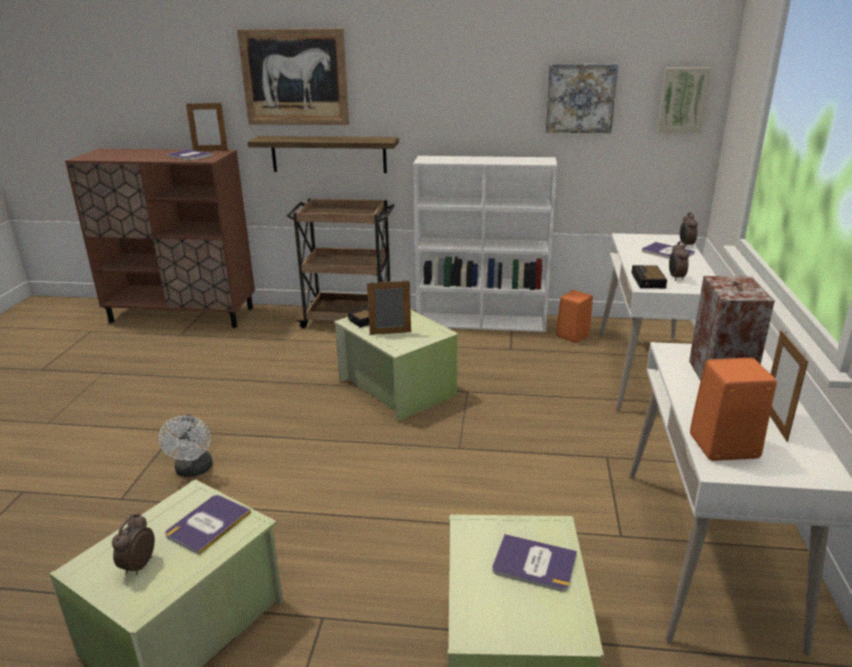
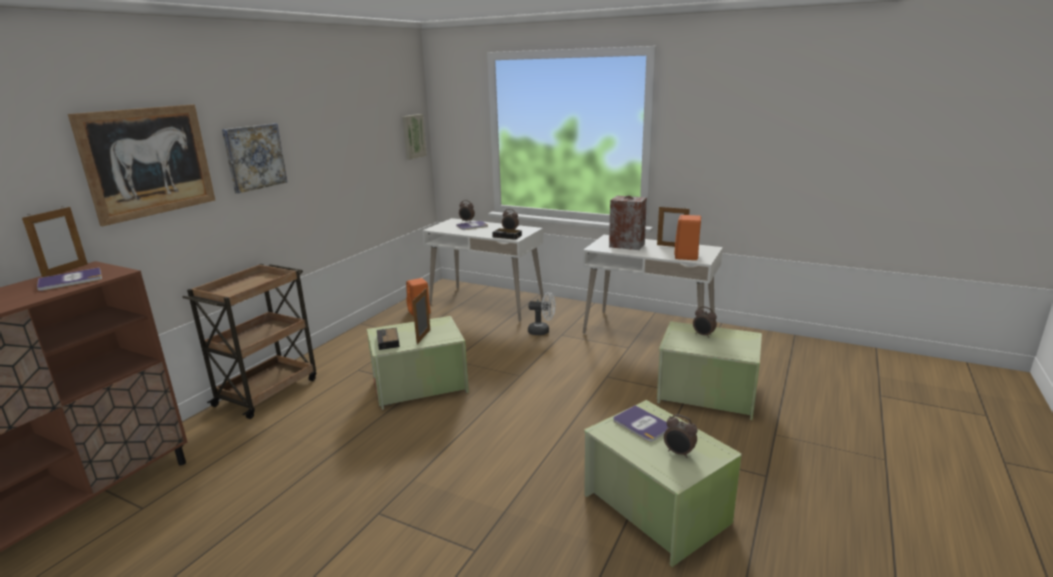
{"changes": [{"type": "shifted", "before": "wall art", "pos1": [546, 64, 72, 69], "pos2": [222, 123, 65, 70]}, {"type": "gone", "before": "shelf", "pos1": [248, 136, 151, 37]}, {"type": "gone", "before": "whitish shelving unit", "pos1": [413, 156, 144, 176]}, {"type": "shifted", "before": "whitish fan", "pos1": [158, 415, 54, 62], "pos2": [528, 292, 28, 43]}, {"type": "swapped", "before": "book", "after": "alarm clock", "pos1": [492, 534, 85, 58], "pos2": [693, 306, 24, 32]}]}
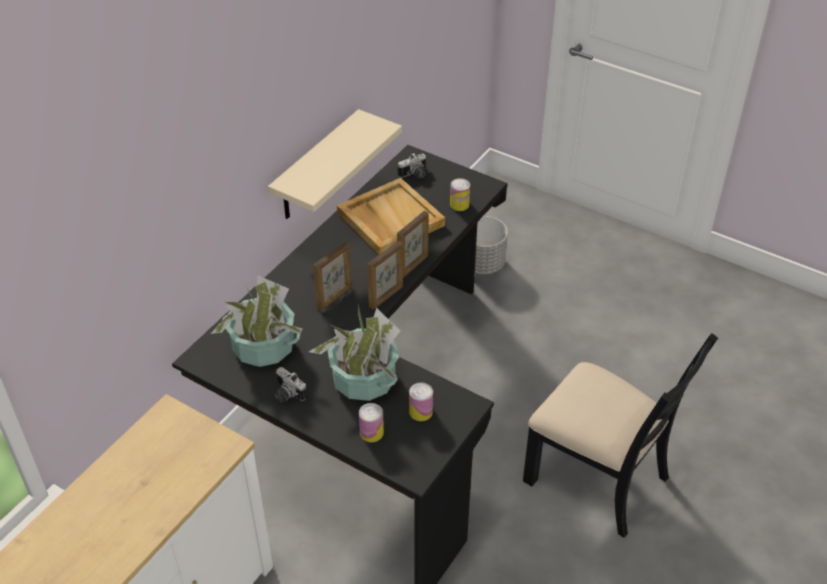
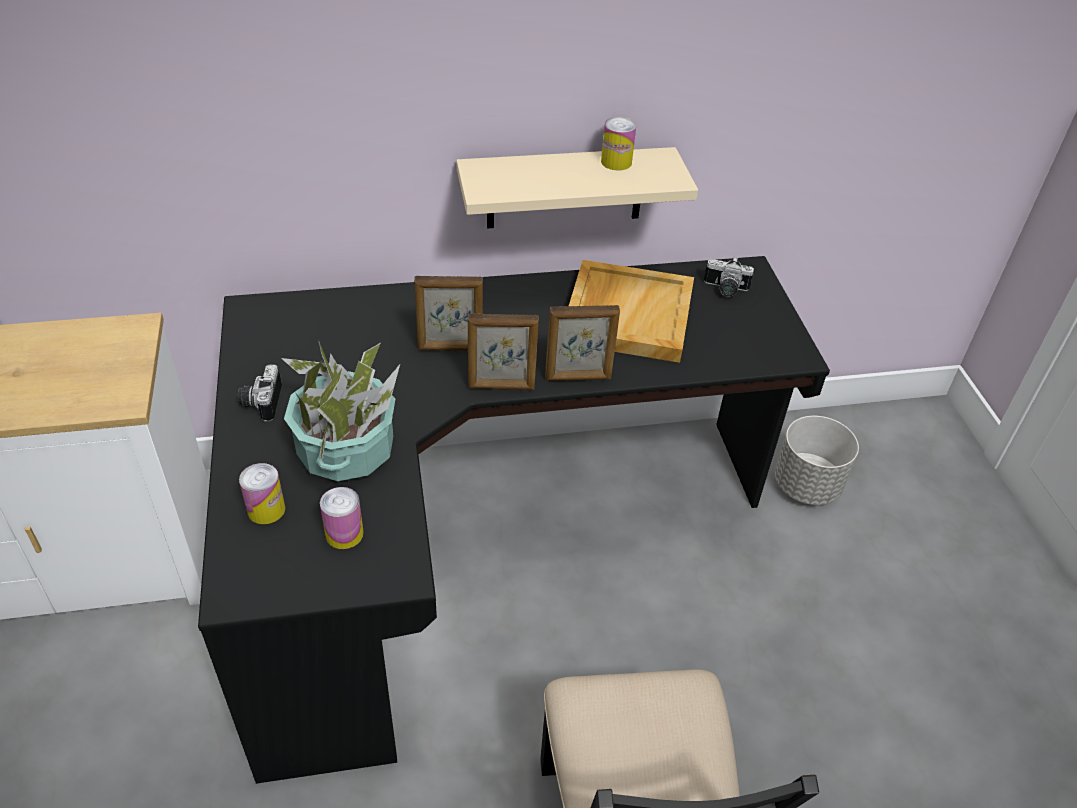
{"changes": [{"type": "shifted", "before": "can", "pos1": [450, 178, 20, 33], "pos2": [601, 117, 35, 54]}, {"type": "gone", "before": "houseplant", "pos1": [211, 275, 92, 92]}]}
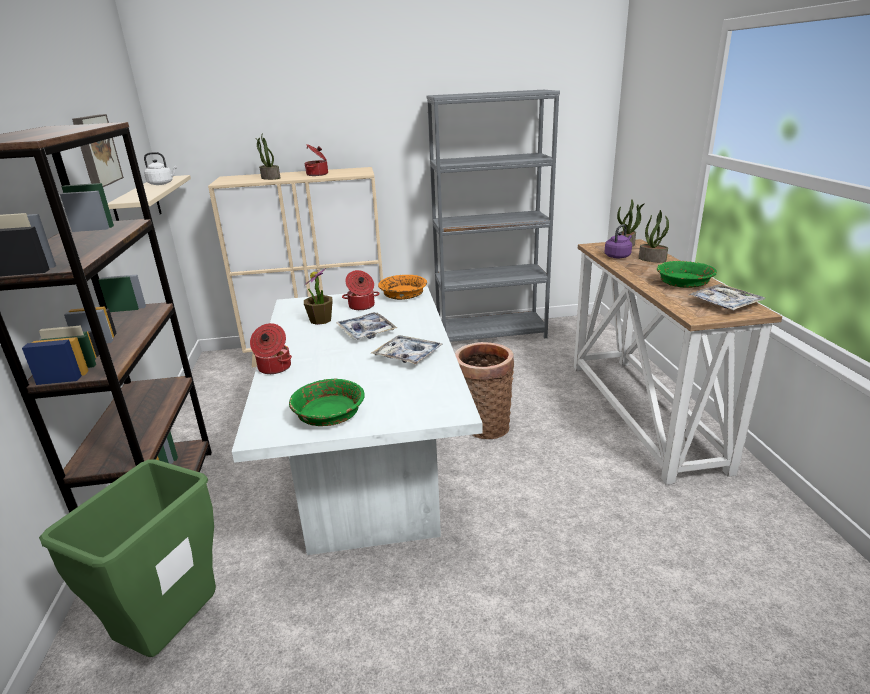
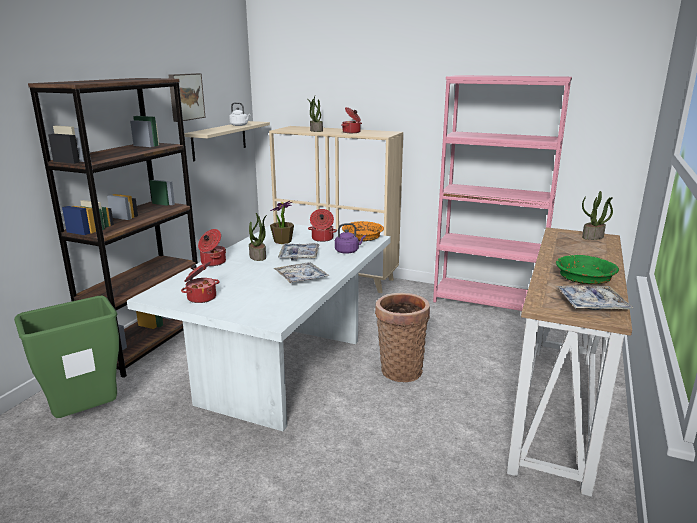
{"changes": [{"type": "repainted", "before": "grey shelving unit", "after": "pink-coloured shelving unit", "pos1": [426, 90, 134, 252], "pos2": [433, 75, 139, 236]}, {"type": "shifted", "before": "houseplant", "pos1": [639, 210, 30, 52], "pos2": [249, 213, 18, 48]}, {"type": "shifted", "before": "purplish kettle", "pos1": [604, 224, 28, 35], "pos2": [335, 223, 31, 31]}, {"type": "swapped", "before": "green-coloured deep dish", "after": "stockpot", "pos1": [289, 379, 76, 47], "pos2": [181, 262, 39, 41]}]}
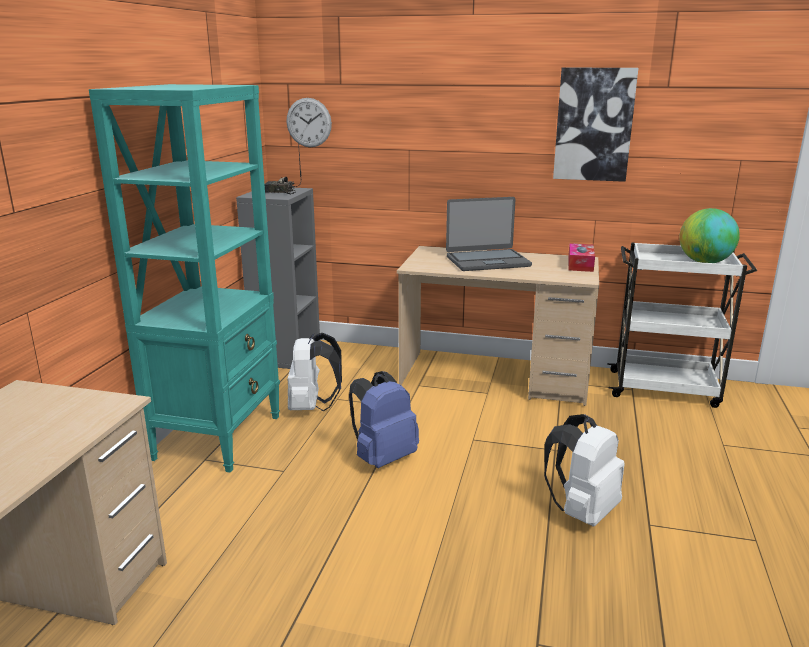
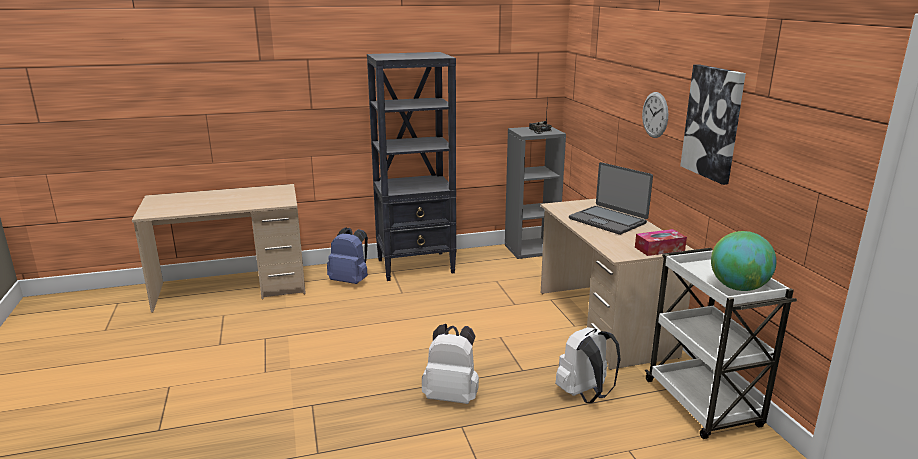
{"changes": [{"type": "repainted", "before": "turquoise shelving unit", "after": "black-coloured shelving unit", "pos1": [89, 84, 191, 389], "pos2": [367, 52, 89, 229]}, {"type": "shifted", "before": "clock on the wall", "pos1": [286, 98, 46, 49], "pos2": [642, 92, 26, 46]}, {"type": "shifted", "before": "whitish knapsack", "pos1": [288, 333, 54, 78], "pos2": [555, 327, 66, 76]}, {"type": "shifted", "before": "blue knapsack", "pos1": [349, 371, 70, 97], "pos2": [327, 227, 41, 57]}]}
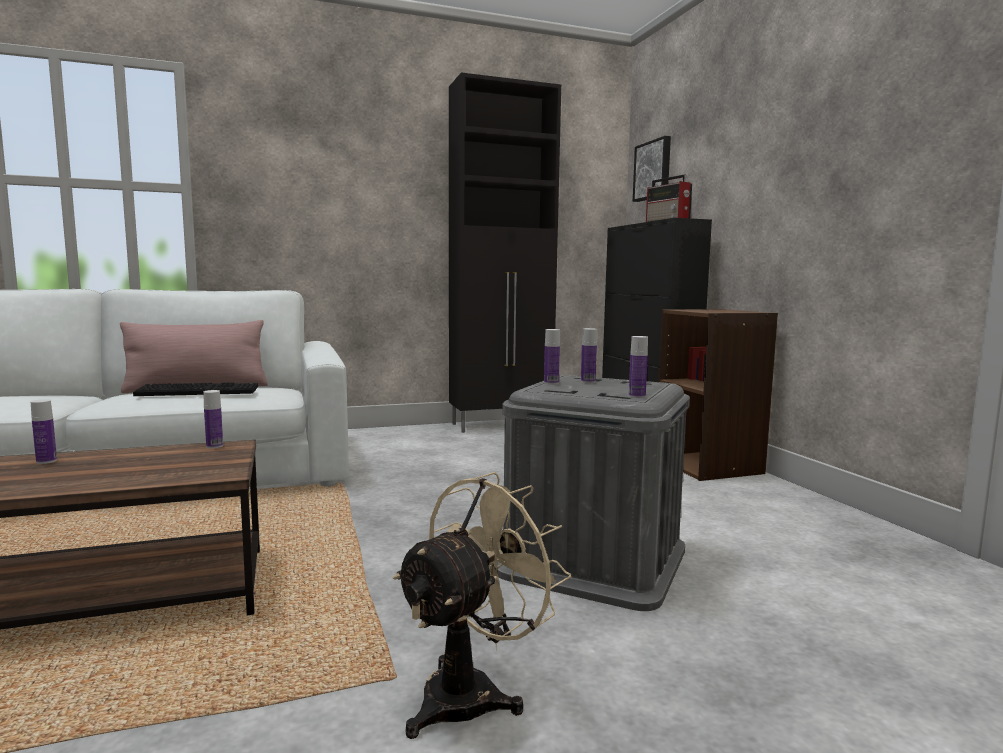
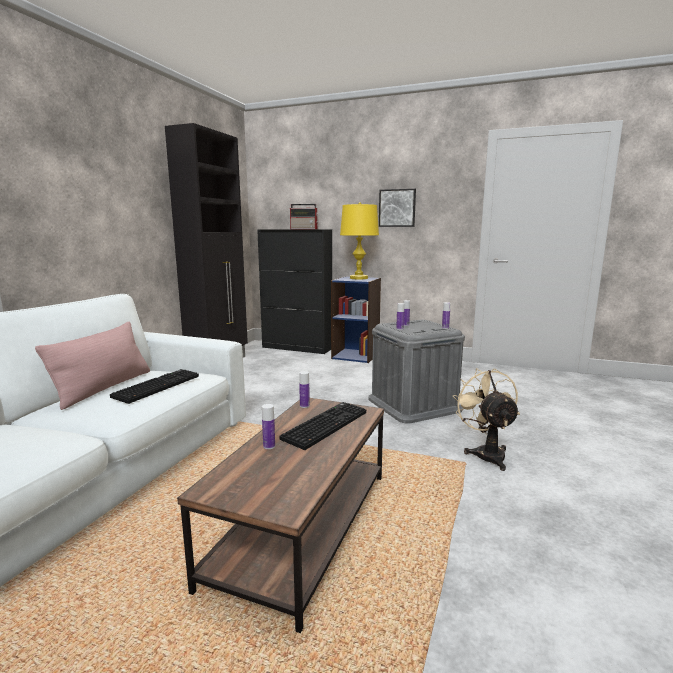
{"changes": [{"type": "shifted", "before": "wall art", "pos1": [633, 136, 38, 66], "pos2": [379, 189, 37, 38]}, {"type": "repainted", "before": "brownish shelving unit", "after": "blue shelving unit", "pos1": [658, 309, 120, 172], "pos2": [331, 276, 50, 87]}, {"type": "new", "after": "yellow-coloured tabletop lamp", "pos2": [340, 202, 39, 77]}, {"type": "new", "after": "computer keyboard", "pos2": [280, 402, 86, 48]}]}
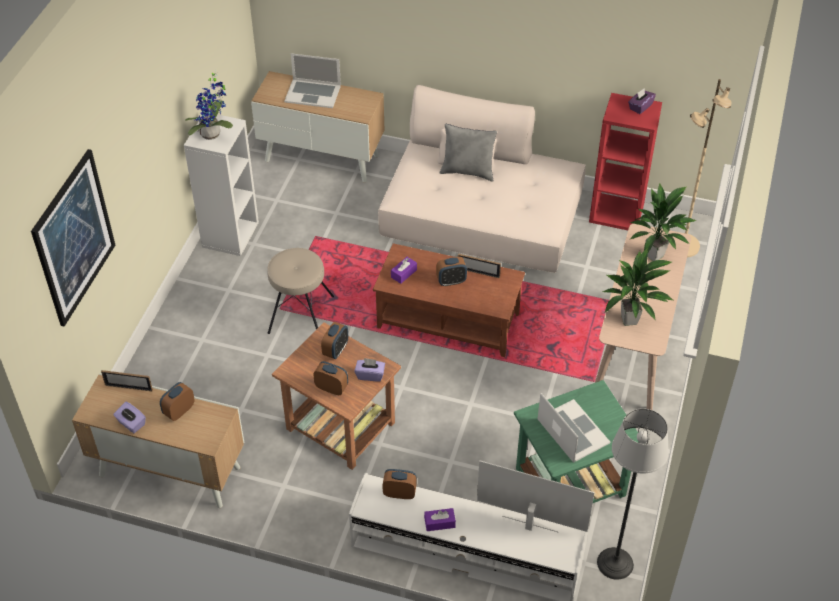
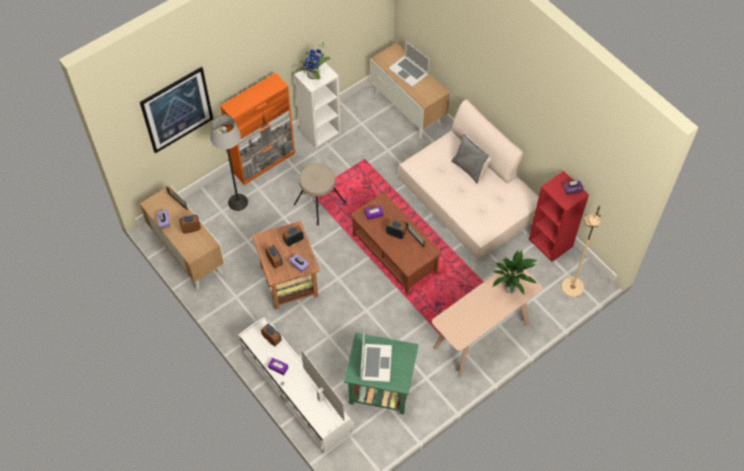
{"changes": [{"type": "gone", "before": "houseplant", "pos1": [603, 247, 70, 79]}, {"type": "shifted", "before": "standard lamp", "pos1": [597, 408, 72, 172], "pos2": [210, 115, 38, 96]}, {"type": "new", "after": "orange storage cabinet", "pos2": [220, 73, 75, 112]}]}
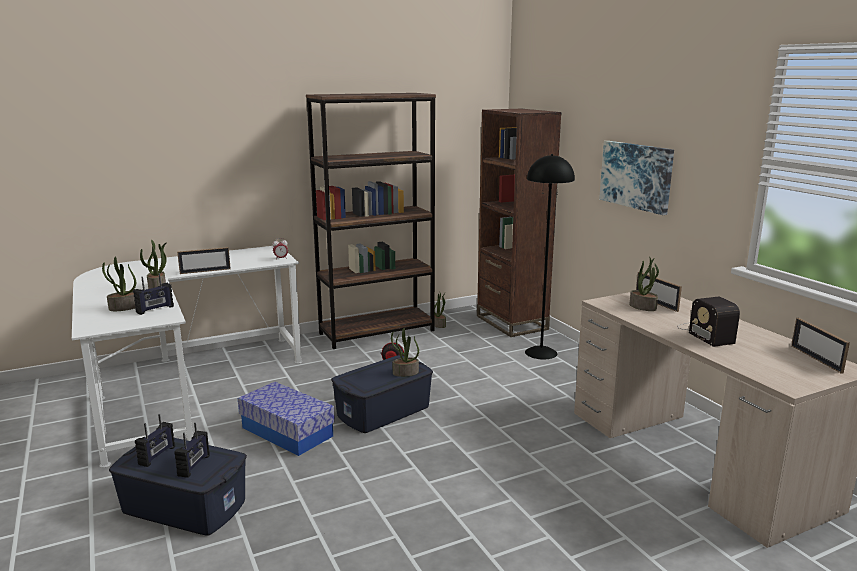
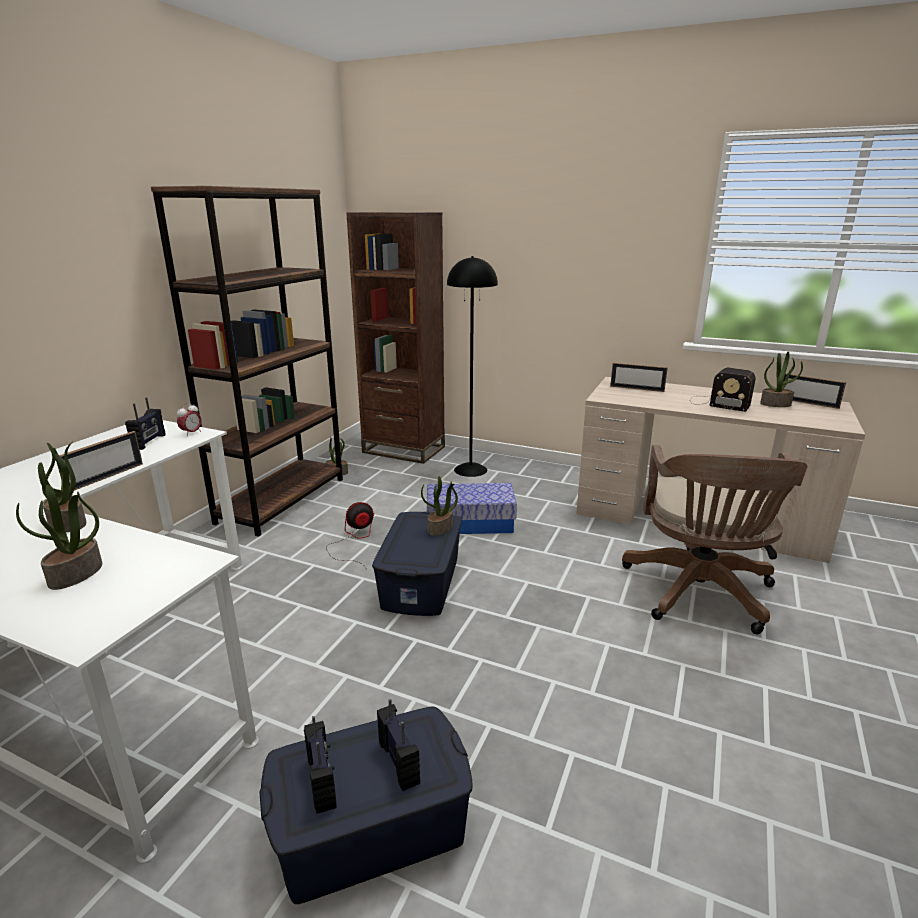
{"changes": [{"type": "gone", "before": "wall art", "pos1": [599, 141, 75, 74]}, {"type": "shifted", "before": "houseplant", "pos1": [630, 258, 29, 53], "pos2": [760, 352, 43, 55]}, {"type": "shifted", "before": "radio receiver", "pos1": [133, 273, 41, 42], "pos2": [125, 397, 41, 53]}, {"type": "shifted", "before": "storage box", "pos1": [238, 382, 97, 74], "pos2": [427, 483, 90, 51]}, {"type": "new", "after": "brownish desk chair", "pos2": [622, 445, 185, 190]}]}
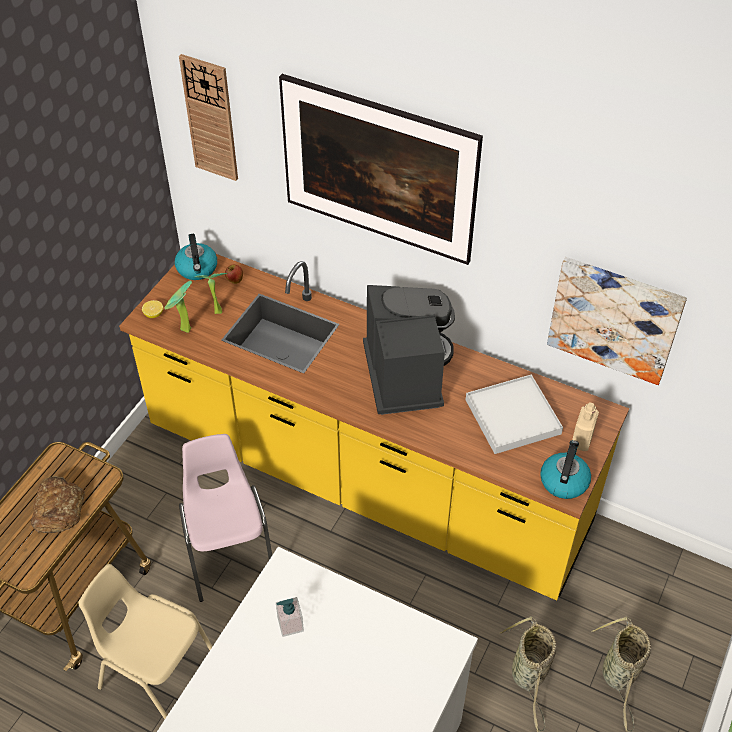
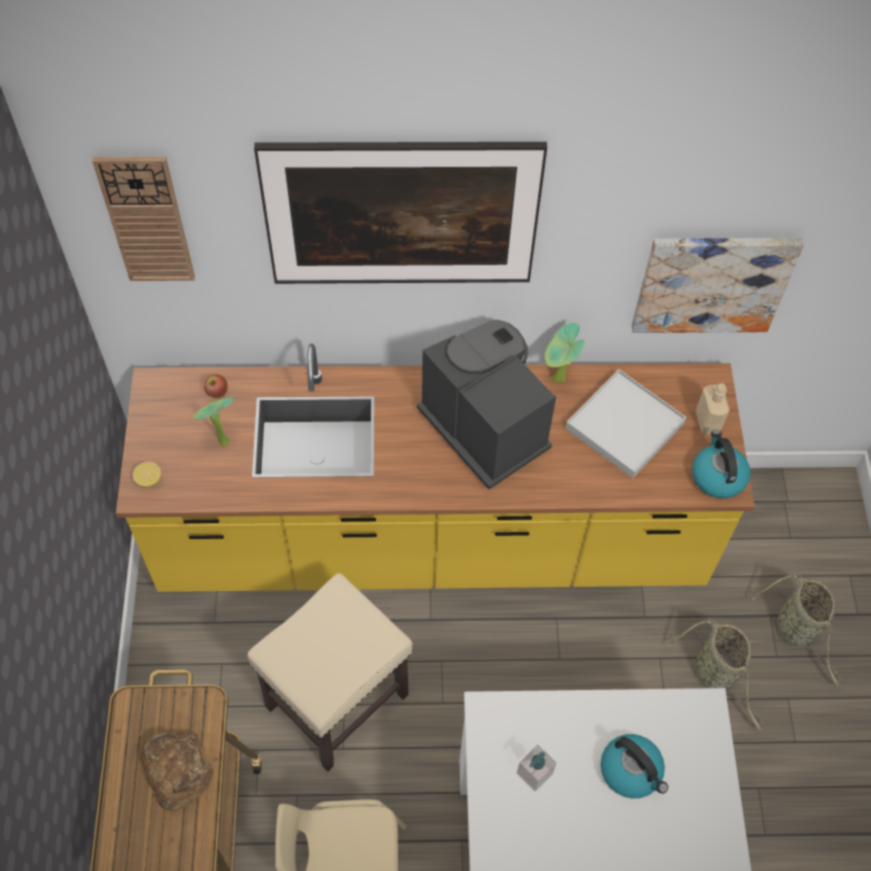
{"changes": [{"type": "shifted", "before": "kettle", "pos1": [175, 234, 42, 46], "pos2": [601, 734, 67, 65]}, {"type": "shifted", "before": "houseplant", "pos1": [164, 281, 28, 52], "pos2": [545, 323, 40, 59]}, {"type": "swapped", "before": "pink-coloured plain chair", "after": "beige stool seat", "pos1": [179, 434, 93, 168], "pos2": [247, 573, 165, 198]}]}
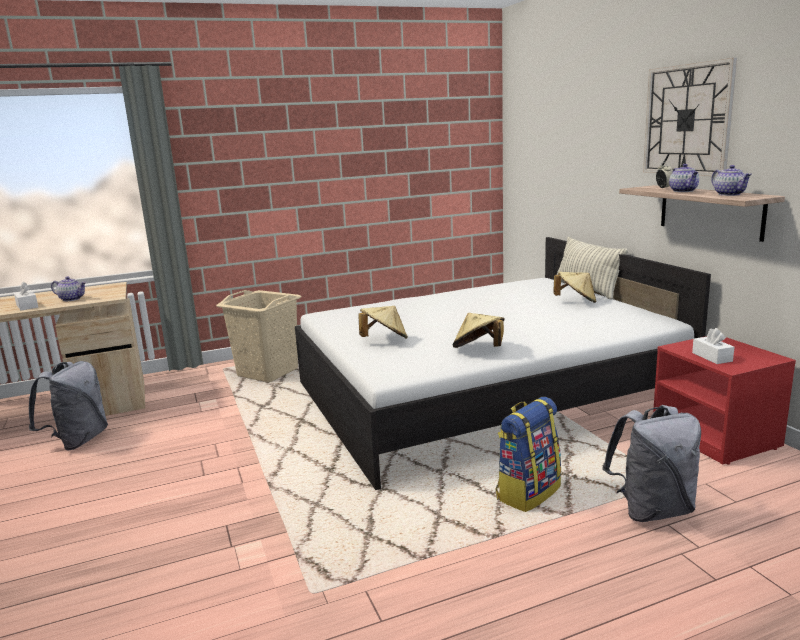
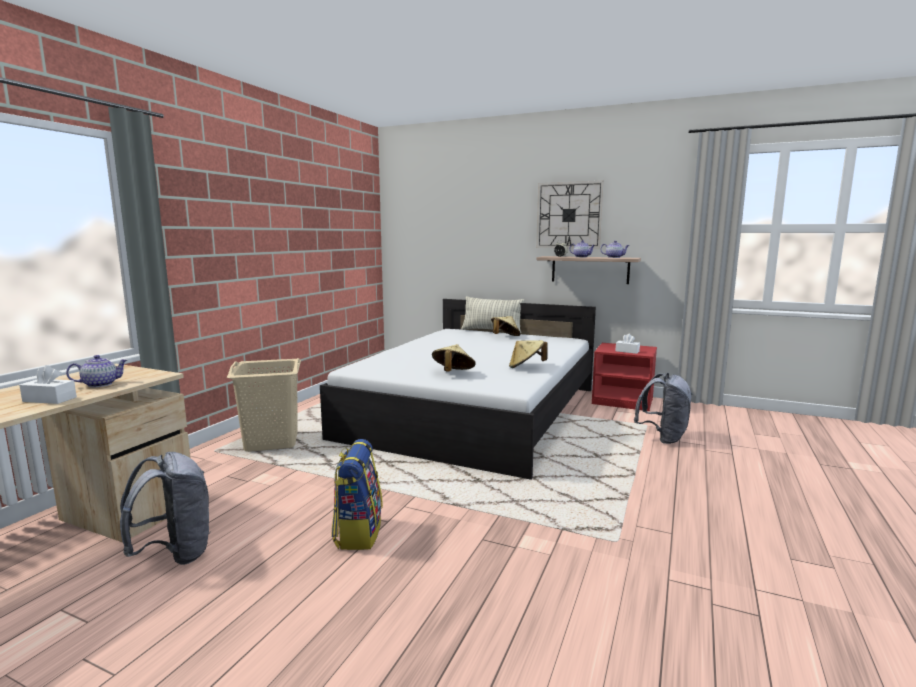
{"changes": [{"type": "shifted", "before": "knapsack", "pos1": [496, 397, 66, 115], "pos2": [331, 439, 52, 111]}]}
